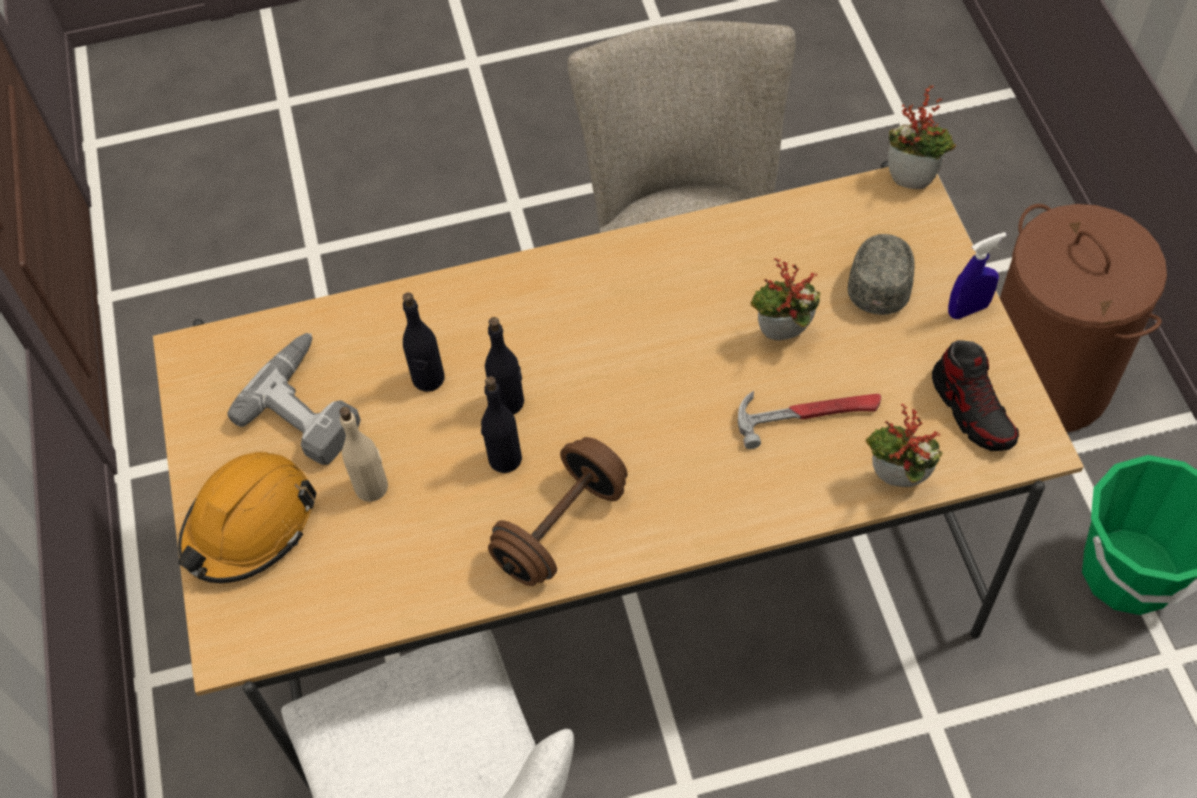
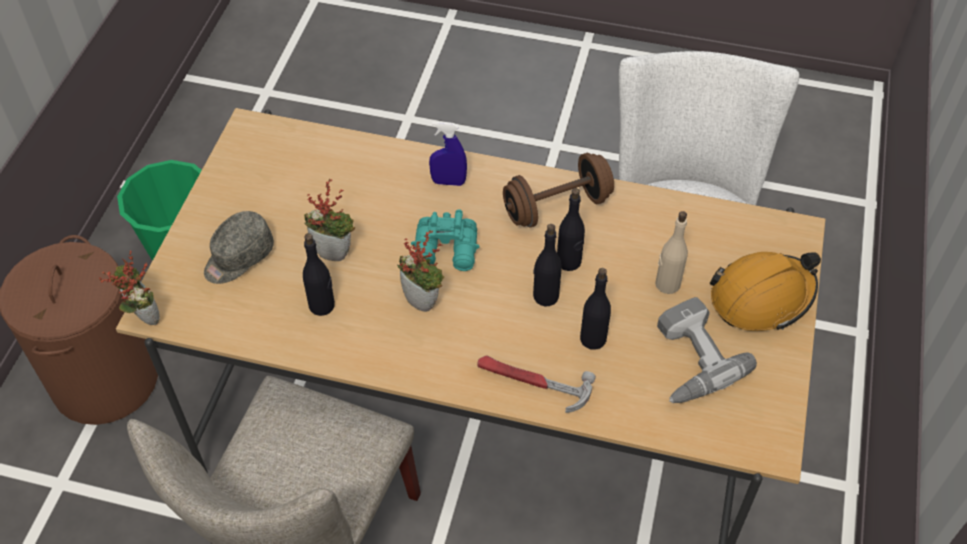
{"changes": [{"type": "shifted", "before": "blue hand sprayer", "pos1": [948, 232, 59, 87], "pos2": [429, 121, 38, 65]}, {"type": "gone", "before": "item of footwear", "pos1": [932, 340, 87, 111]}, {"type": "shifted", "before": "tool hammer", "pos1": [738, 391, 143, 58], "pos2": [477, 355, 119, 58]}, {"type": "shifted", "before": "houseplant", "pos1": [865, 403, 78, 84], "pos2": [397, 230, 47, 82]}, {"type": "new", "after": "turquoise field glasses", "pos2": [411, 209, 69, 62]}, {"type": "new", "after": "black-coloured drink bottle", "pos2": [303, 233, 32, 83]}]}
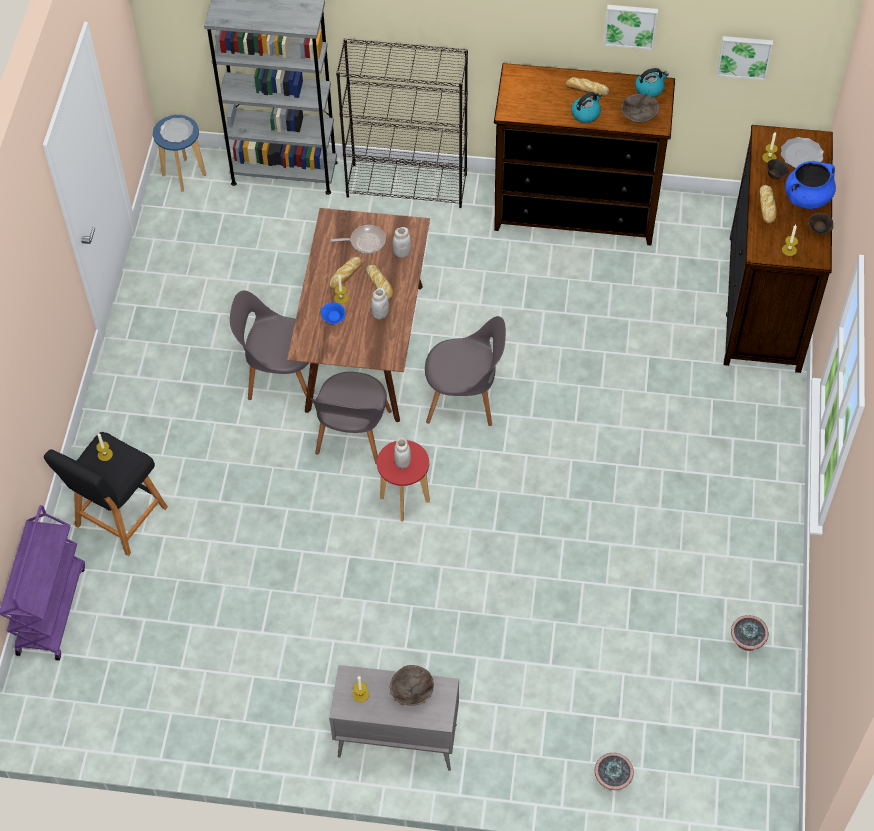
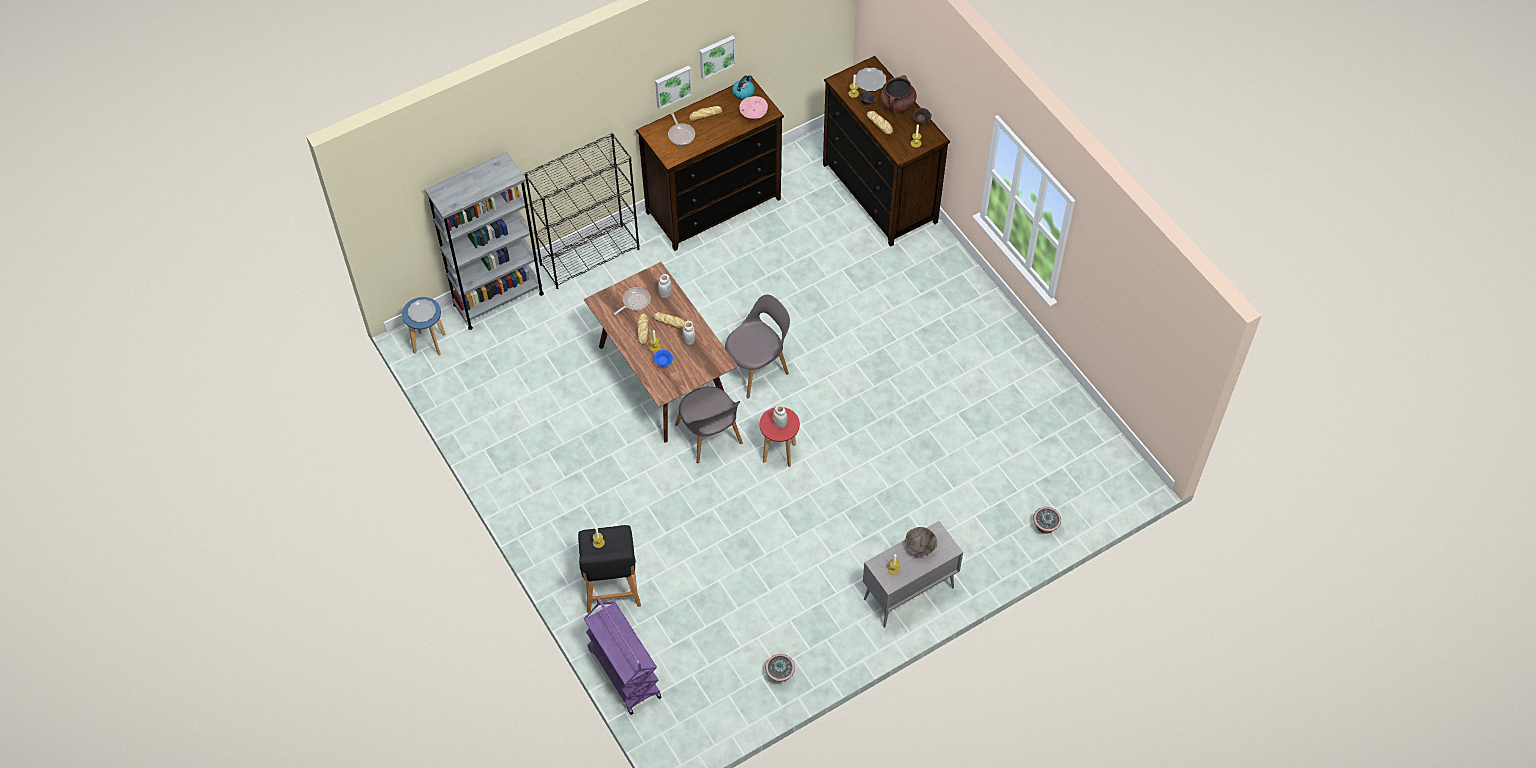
{"changes": [{"type": "shifted", "before": "wall art", "pos1": [716, 36, 57, 44], "pos2": [655, 65, 37, 45]}, {"type": "gone", "before": "kettle", "pos1": [571, 92, 31, 31]}, {"type": "repainted", "before": "brownish deep dish", "after": "pink-coloured deep dish", "pos1": [621, 94, 39, 29], "pos2": [739, 96, 29, 23]}, {"type": "repainted", "before": "blue stockpot", "after": "brownish stockpot", "pos1": [785, 161, 51, 48], "pos2": [880, 75, 37, 39]}, {"type": "gone", "before": "grey plain chair", "pos1": [230, 291, 83, 113]}, {"type": "shifted", "before": "houseplant", "pos1": [731, 615, 37, 36], "pos2": [766, 654, 29, 28]}, {"type": "new", "after": "frying pan", "pos2": [668, 113, 27, 32]}]}
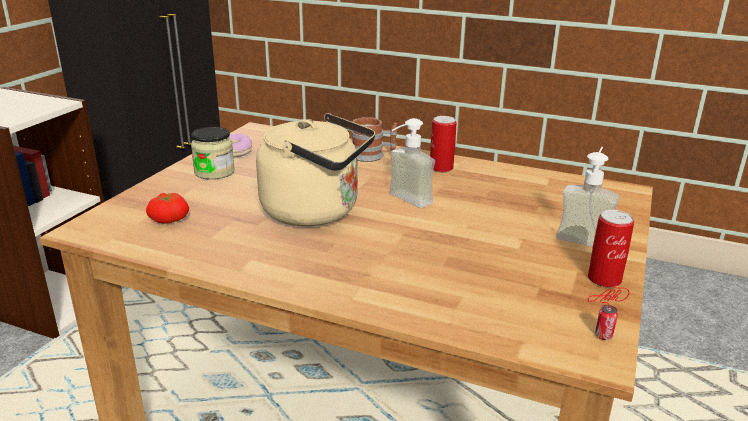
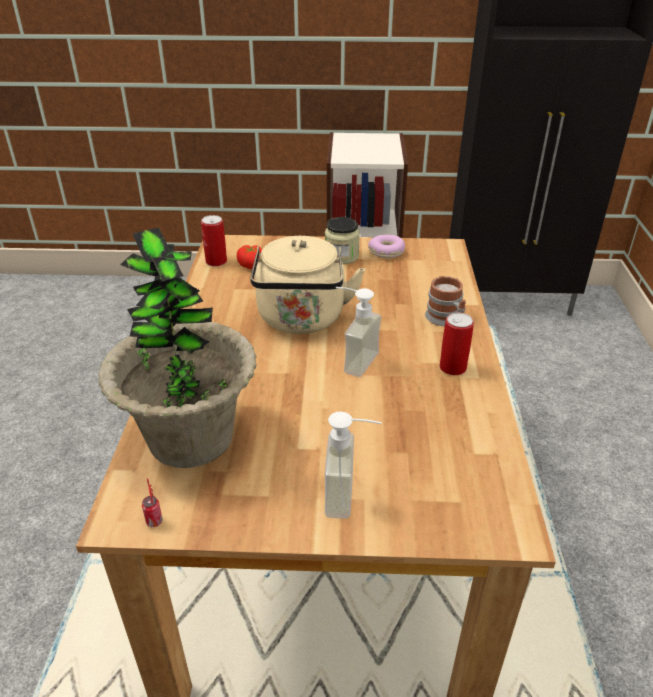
{"changes": [{"type": "shifted", "before": "can", "pos1": [588, 210, 46, 78], "pos2": [201, 215, 26, 51]}, {"type": "new", "after": "houseplant", "pos2": [98, 228, 159, 240]}]}
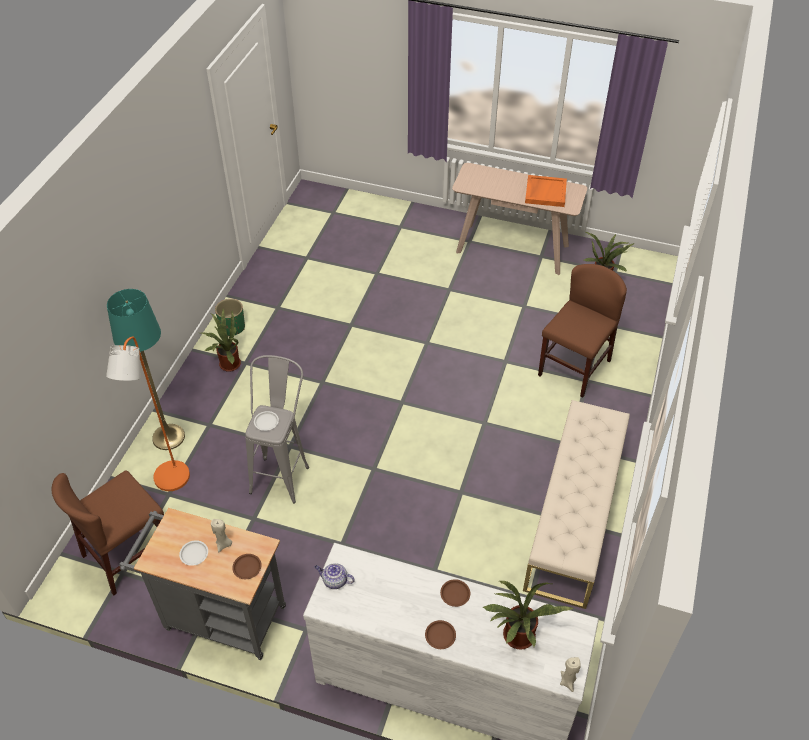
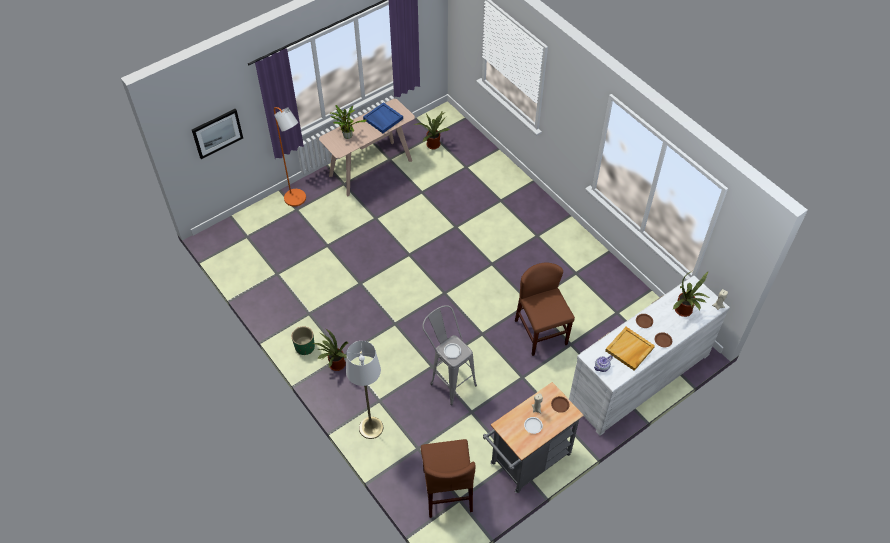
{"changes": [{"type": "repainted", "before": "orange carrying tray", "after": "blue carrying tray", "pos1": [525, 175, 42, 32], "pos2": [363, 102, 40, 31]}, {"type": "shifted", "before": "brownish plain chair", "pos1": [538, 264, 89, 134], "pos2": [515, 262, 60, 94]}, {"type": "repainted", "before": "turquoise standard lamp", "after": "whitish standard lamp", "pos1": [107, 289, 78, 161], "pos2": [346, 341, 37, 98]}, {"type": "shifted", "before": "orange standard lamp", "pos1": [106, 336, 84, 155], "pos2": [274, 107, 32, 100]}, {"type": "gone", "before": "beige bench", "pos1": [523, 400, 107, 209]}, {"type": "new", "after": "houseplant", "pos2": [330, 105, 36, 34]}, {"type": "new", "after": "wall art", "pos2": [192, 109, 51, 50]}, {"type": "new", "after": "beige carrying tray", "pos2": [605, 327, 50, 44]}]}
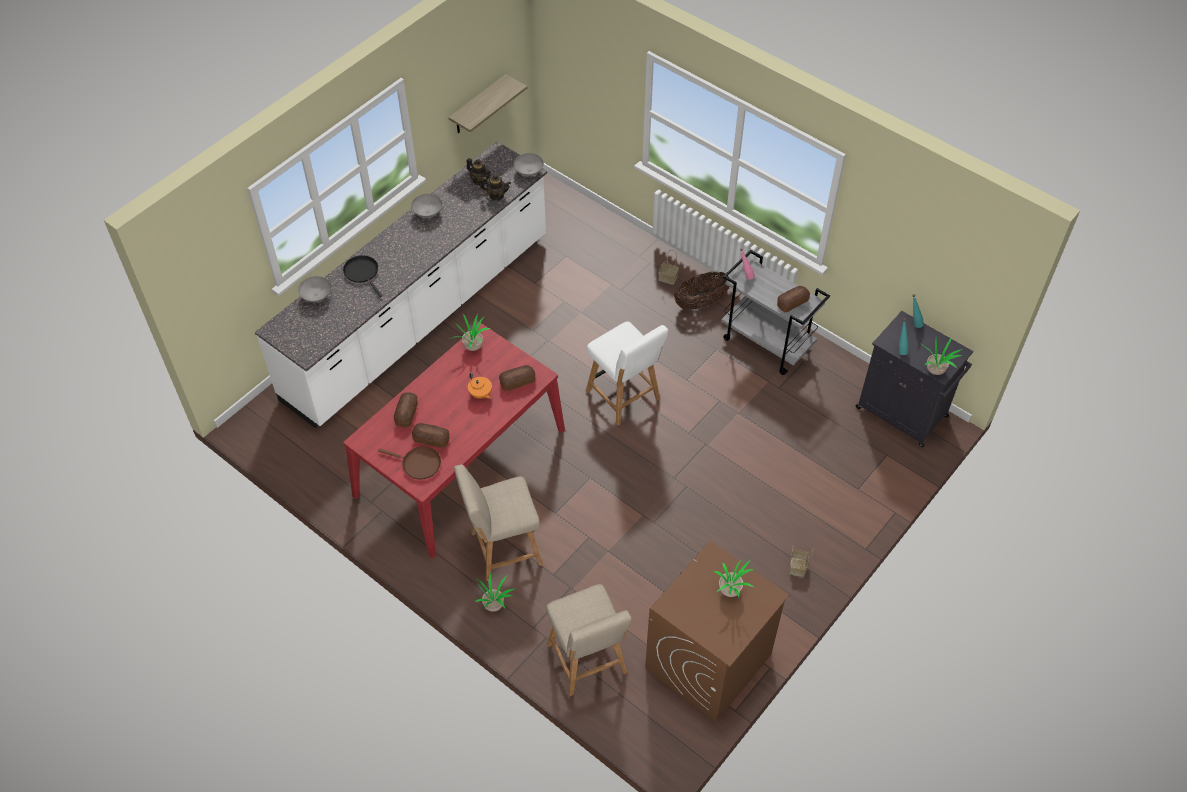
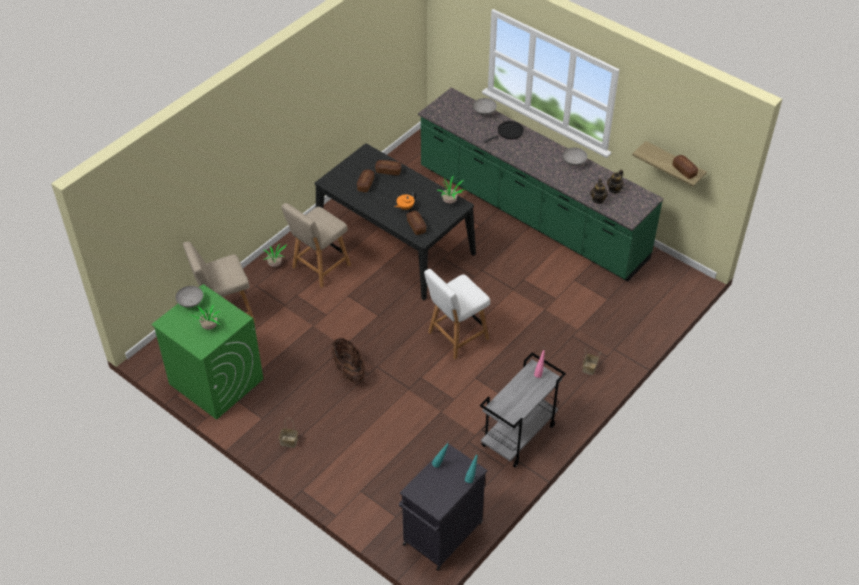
{"changes": [{"type": "repainted", "before": "whitish kitchen base unit", "after": "green-coloured kitchen base unit", "pos1": [255, 142, 292, 286], "pos2": [418, 88, 246, 194]}, {"type": "shifted", "before": "grey deep dish", "pos1": [513, 153, 31, 23], "pos2": [176, 286, 27, 22]}, {"type": "shifted", "before": "basket", "pos1": [674, 271, 56, 38], "pos2": [332, 338, 33, 45]}, {"type": "shifted", "before": "bakery bread", "pos1": [777, 286, 33, 26], "pos2": [673, 155, 25, 24]}, {"type": "repainted", "before": "red dining table", "after": "black-coloured dining table", "pos1": [343, 323, 222, 235], "pos2": [315, 143, 161, 157]}, {"type": "gone", "before": "houseplant", "pos1": [921, 337, 42, 38]}, {"type": "gone", "before": "brownish frying pan", "pos1": [378, 447, 63, 33]}, {"type": "rotated", "before": "beige plain chair", "pos1": [454, 465, 89, 116], "pos2": [281, 203, 70, 85], "turn": -120}, {"type": "repainted", "before": "brownish laundry machine", "after": "green-coloured laundry machine", "pos1": [645, 541, 144, 181], "pos2": [151, 284, 112, 136]}]}
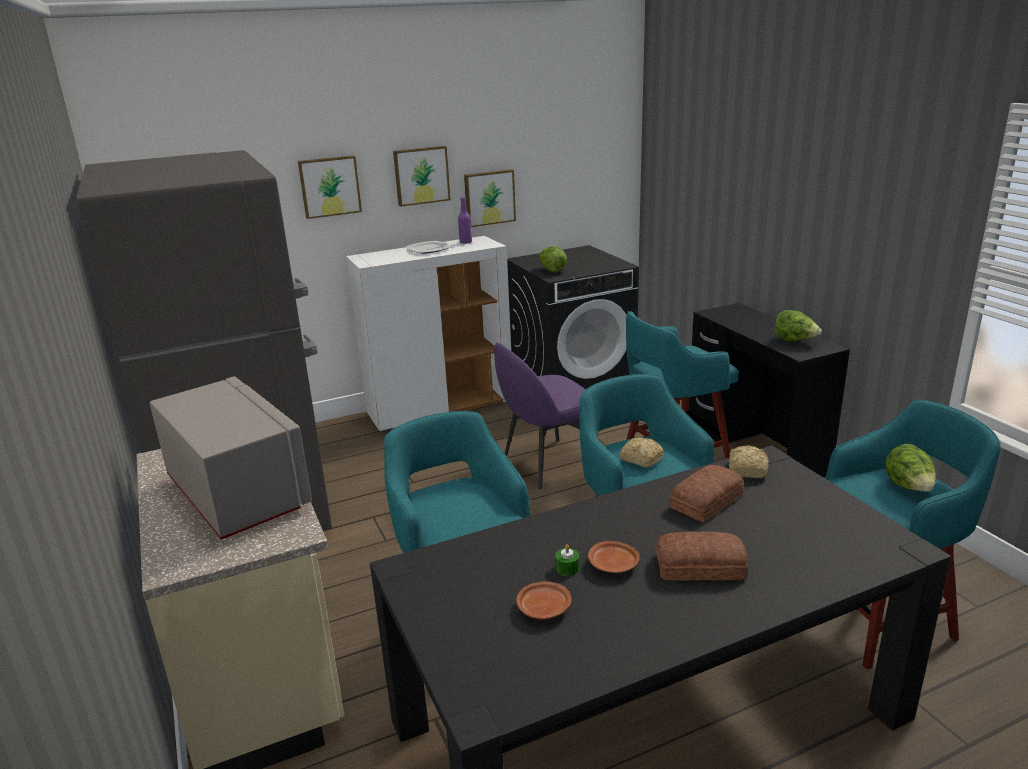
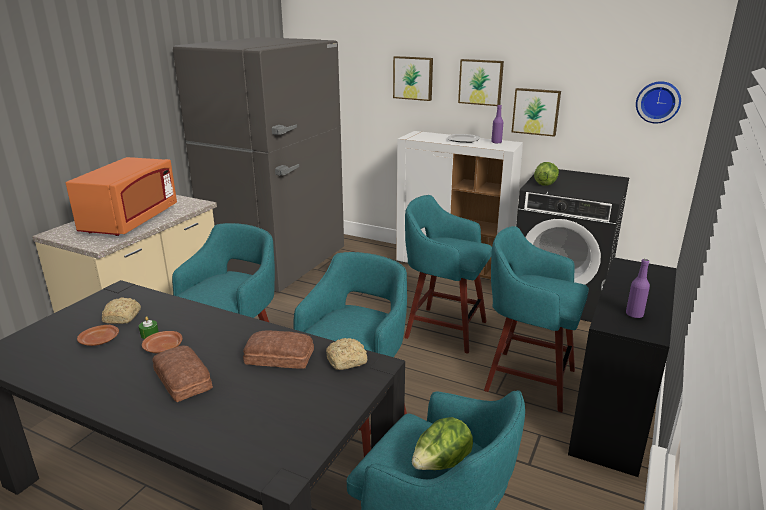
{"changes": [{"type": "swapped", "before": "lettuce head", "after": "purplish drink bottle", "pos1": [775, 310, 47, 31], "pos2": [626, 259, 24, 59]}, {"type": "swapped", "before": "purplish plain chair", "after": "turquoise stool seat", "pos1": [494, 342, 92, 147], "pos2": [404, 195, 88, 159]}, {"type": "repainted", "before": "grey microwave oven", "after": "orange microwave oven", "pos1": [149, 376, 163, 164], "pos2": [66, 157, 111, 79]}, {"type": "shifted", "before": "bakery bread", "pos1": [619, 437, 45, 31], "pos2": [102, 297, 39, 27]}, {"type": "new", "after": "clock on the wall", "pos2": [636, 81, 45, 43]}]}
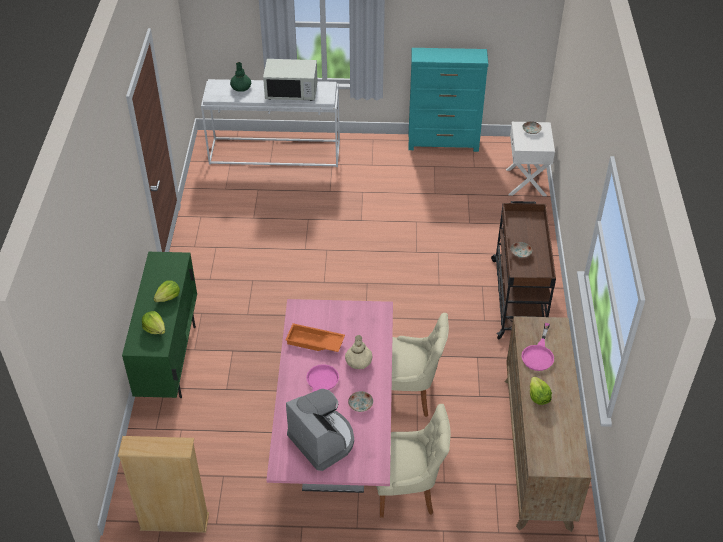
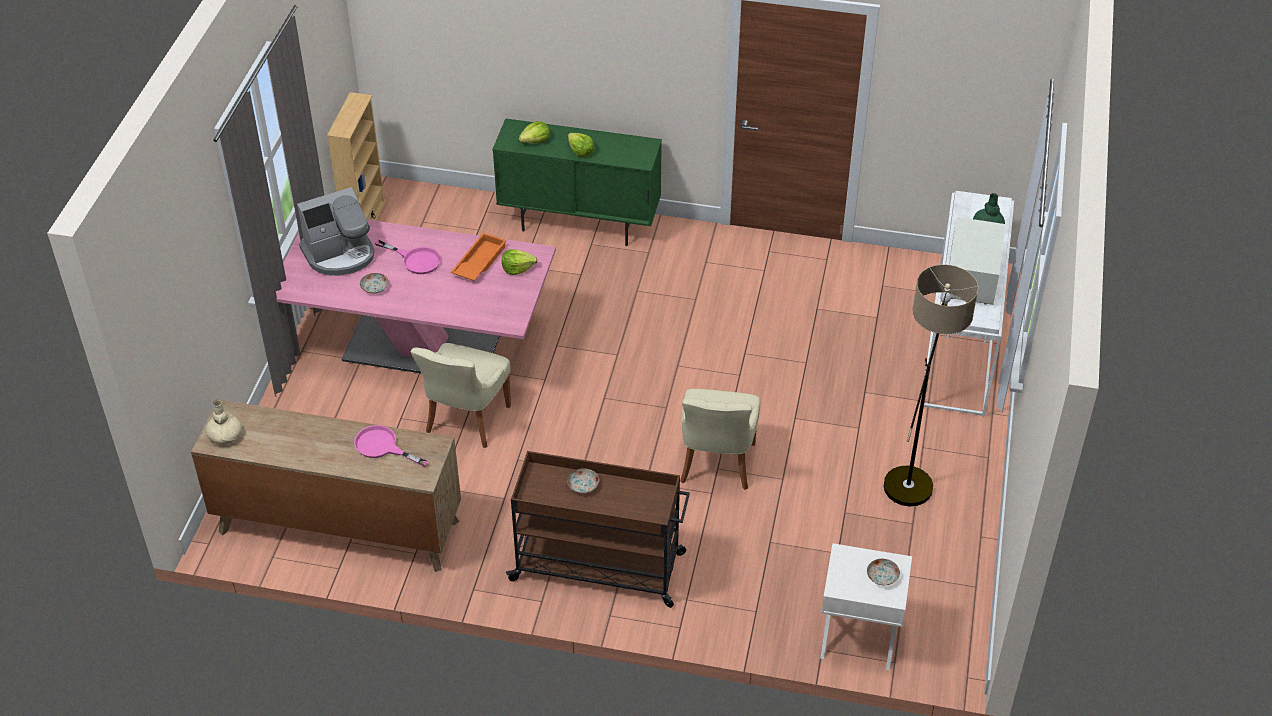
{"changes": [{"type": "gone", "before": "turquoise chest of drawers", "pos1": [408, 48, 80, 104]}, {"type": "shifted", "before": "beige decorative vase", "pos1": [345, 335, 27, 34], "pos2": [206, 400, 36, 45]}, {"type": "shifted", "before": "lettuce head", "pos1": [530, 376, 22, 29], "pos2": [502, 249, 35, 26]}, {"type": "shifted", "before": "beige plain chair", "pos1": [376, 404, 75, 114], "pos2": [680, 389, 80, 101]}, {"type": "new", "after": "standard lamp", "pos2": [883, 264, 96, 243]}]}
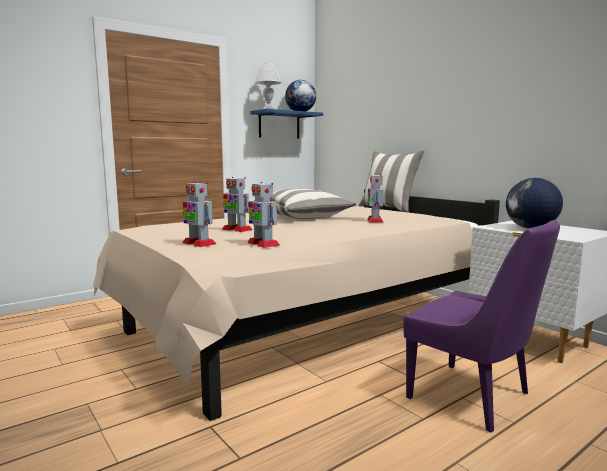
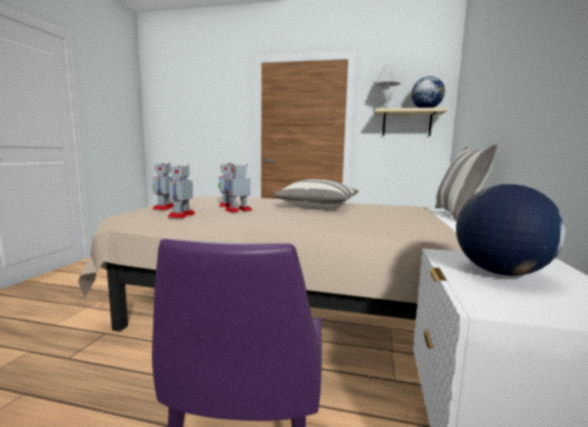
{"changes": [{"type": "repainted", "before": "blue shelf", "after": "beige shelf", "pos1": [250, 109, 73, 29], "pos2": [375, 108, 73, 28]}, {"type": "shifted", "before": "model robot", "pos1": [368, 174, 15, 48], "pos2": [225, 164, 28, 49]}]}
